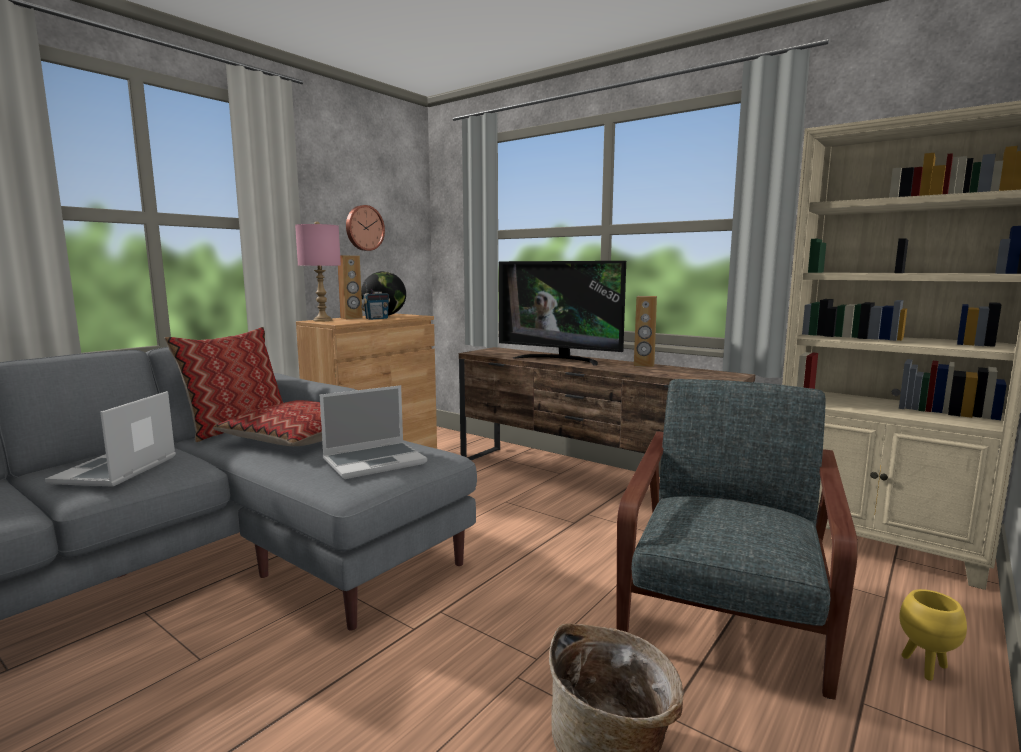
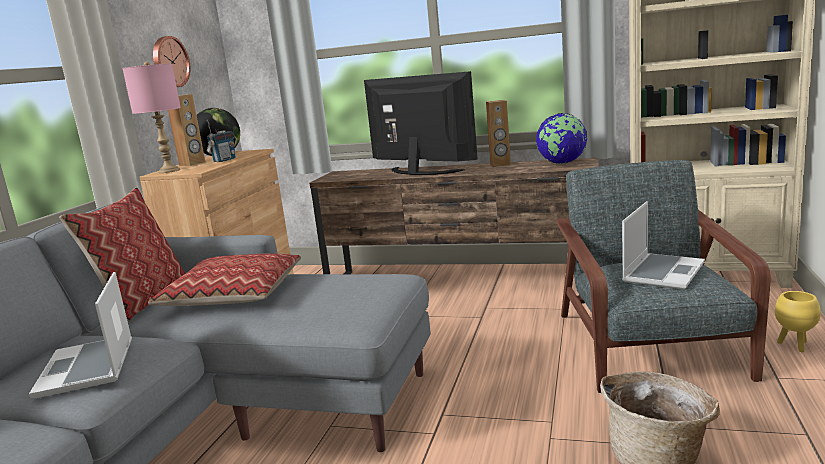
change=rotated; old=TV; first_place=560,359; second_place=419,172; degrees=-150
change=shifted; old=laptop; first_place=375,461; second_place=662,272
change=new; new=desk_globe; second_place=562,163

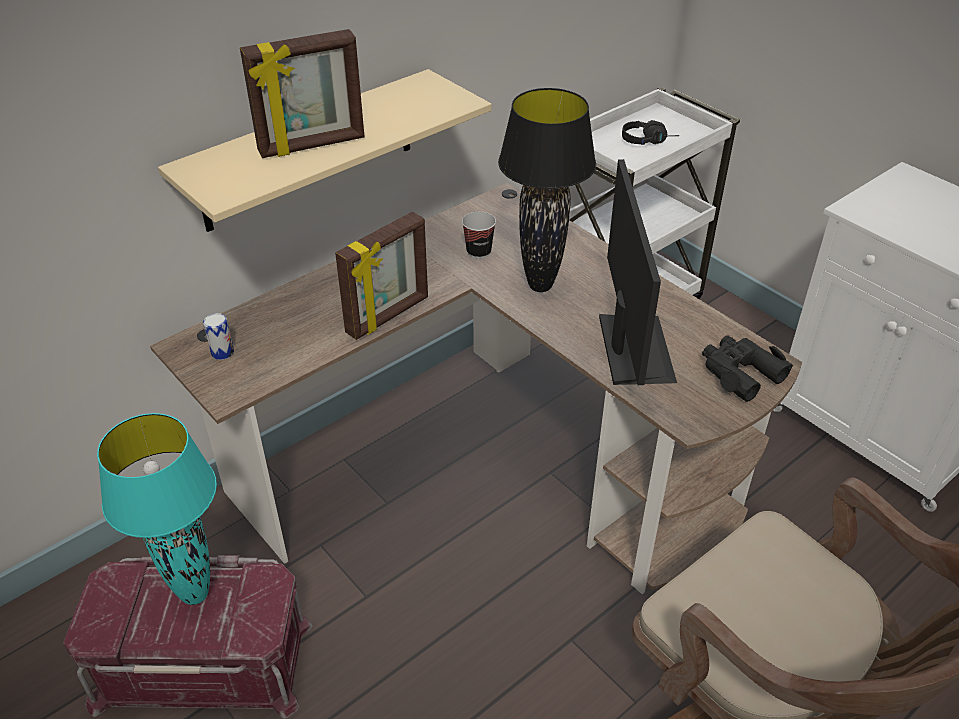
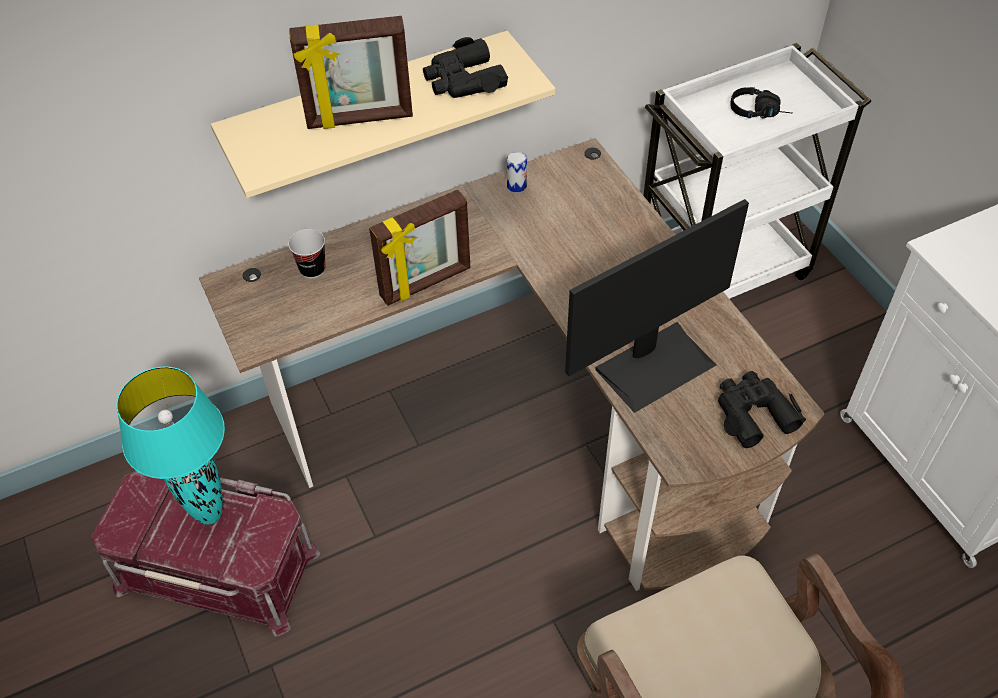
change=gone; old=black-coloured_tabletop_lamp; first_place=540,286
change=rotated; old=computer_screen; first_place=633,348; second_place=654,364; degrees=45
change=shifted; old=drinking_cup; first_place=478,252; second_place=312,269
change=shifted; old=metal_can; first_place=222,352; second_place=517,186
change=new; new=black-coloured_pair_of_binoculars; second_place=463,80

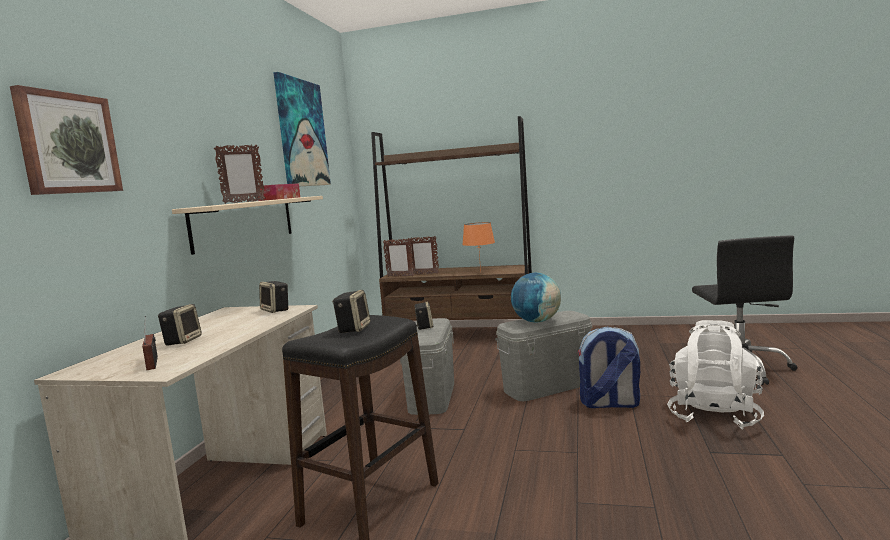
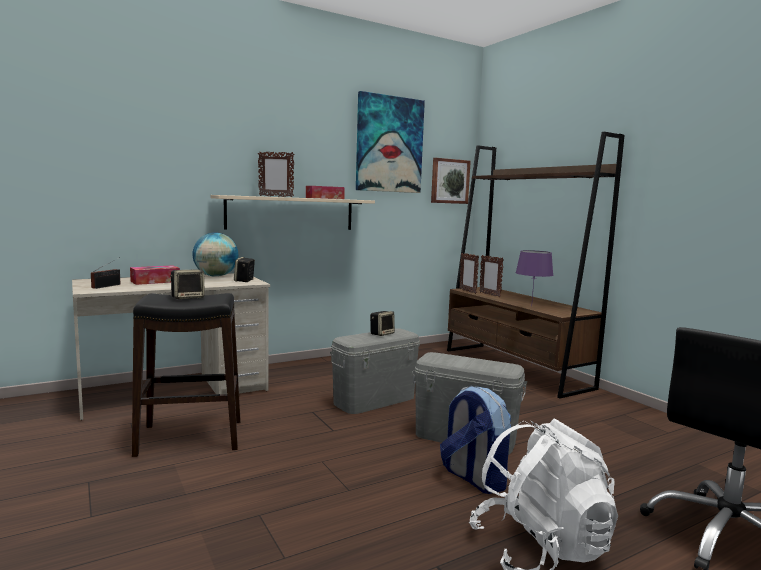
change=shifted; old=wall_picture; first_place=68,143; second_place=449,181
change=repainted; old=orange-coloured_tabletop_lamp; new=purplish_tabletop_lamp; first_place=480,272; second_place=531,306
change=shifted; old=desk_globe; first_place=537,321; second_place=216,276
change=swapped; old=audio_speaker; new=box_of_tissues; first_place=182,341; second_place=155,281

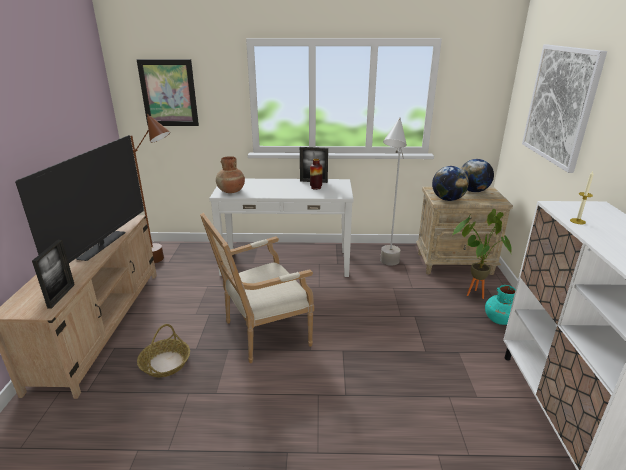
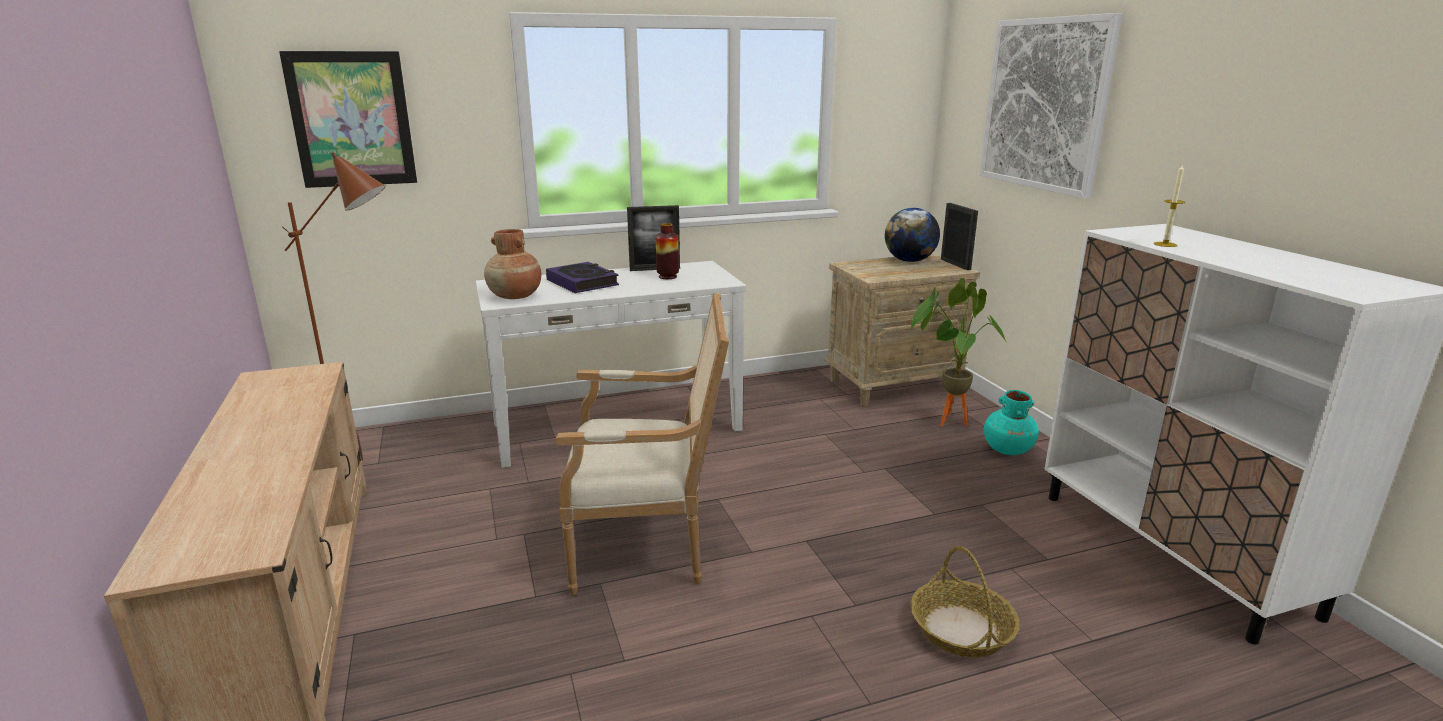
change=gone; old=grey_standing_lamp; first_place=387,268
change=gone; old=TV; first_place=102,245
change=gone; old=desk_globe; first_place=447,199
change=rotated; old=easy_chair; first_place=262,334; second_place=649,545; degrees=-135
change=shifted; old=picture_frame; first_place=61,296; second_place=955,264
change=shifted; old=basket; first_place=165,363; second_place=962,630
change=new; new=volume; second_place=582,283

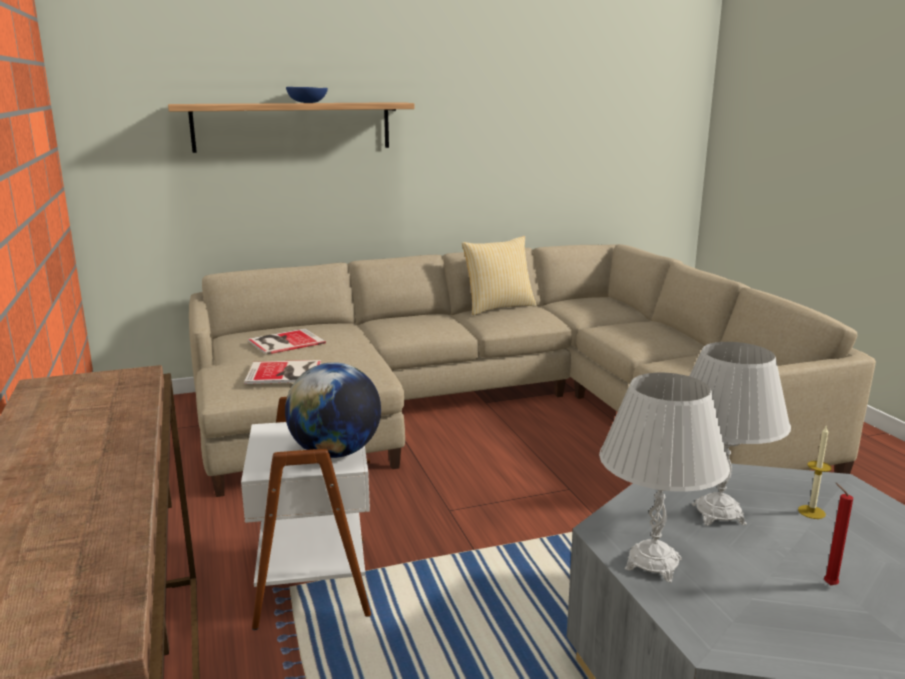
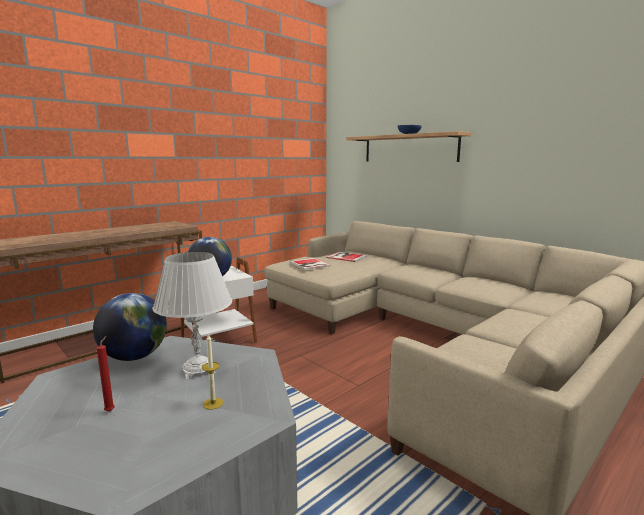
change=gone; old=throw_pillow; first_place=498,307
change=swapped; old=white_tabletop_lamp; new=desk_globe; first_place=653,564; second_place=134,357

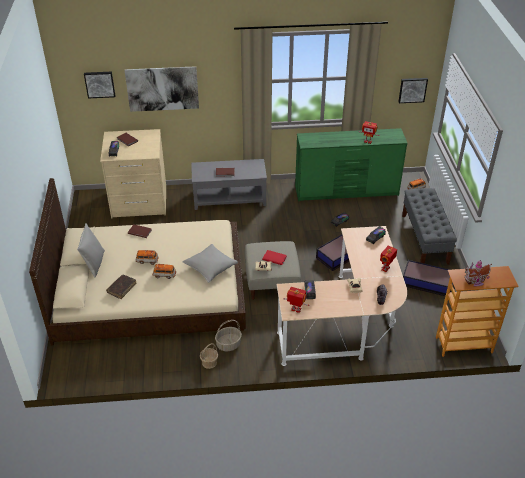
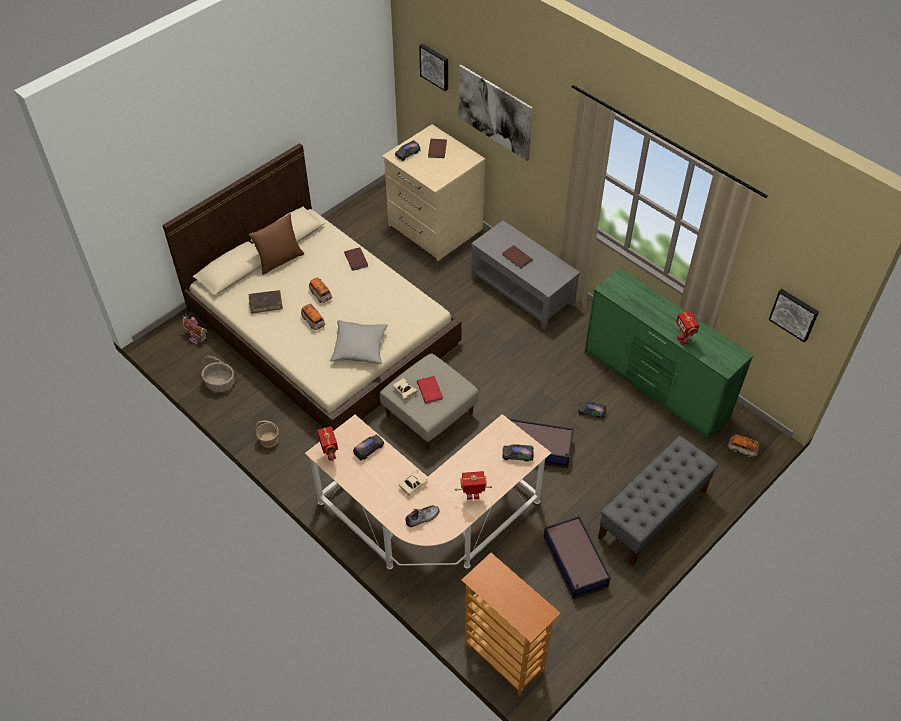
change=repainted; old=grey_throw_pillow; new=brown-coloured_throw_pillow; first_place=94,263; second_place=279,260
change=shifted; old=miniature_house; first_place=475,282; second_place=196,338
change=shifted; old=basket; first_place=228,344; second_place=220,383

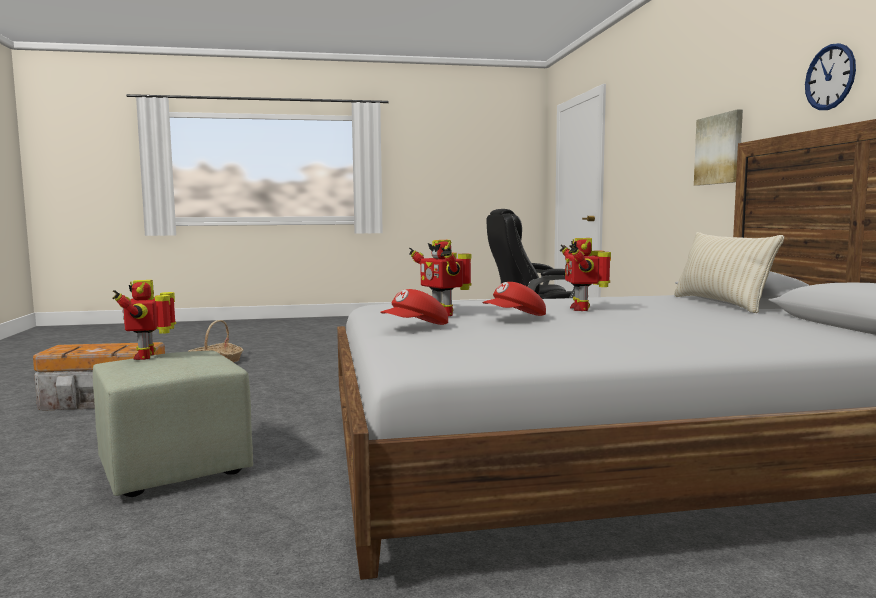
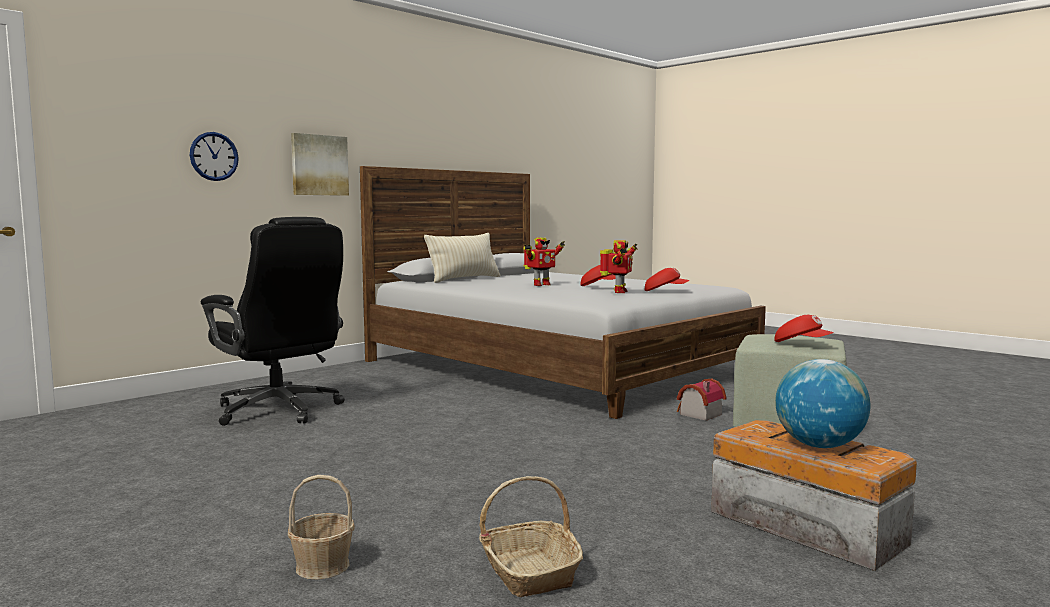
change=shifted; old=clock_on_the_wall; first_place=830,77; second_place=214,156
change=swapped; old=model_robot; new=red_peaked_cap; first_place=148,356; second_place=802,344
change=new; new=desk_globe; second_place=819,445
change=new; new=miniature_house; second_place=698,414
change=new; new=basket; second_place=322,566

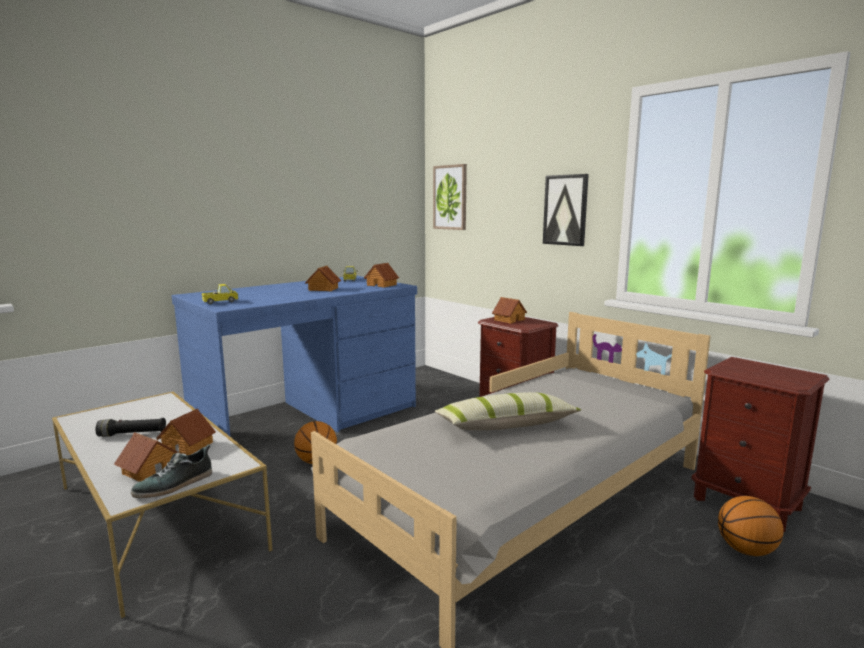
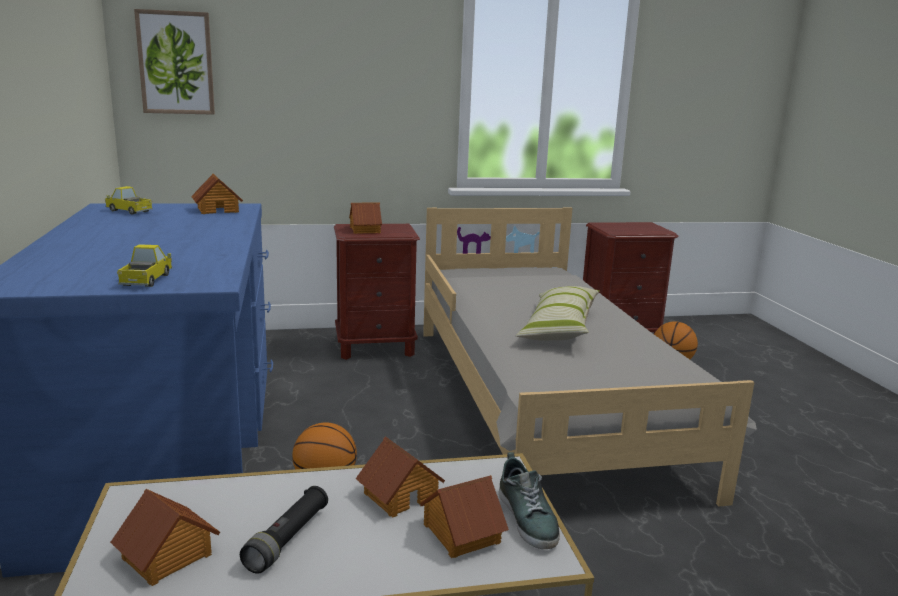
change=gone; old=wall_picture; first_place=565,210
change=shifted; old=miniature_house; first_place=323,289; second_place=167,556

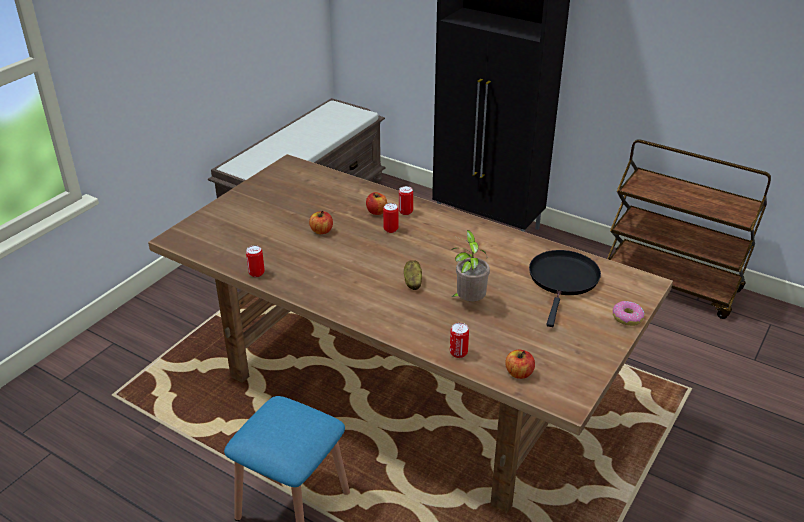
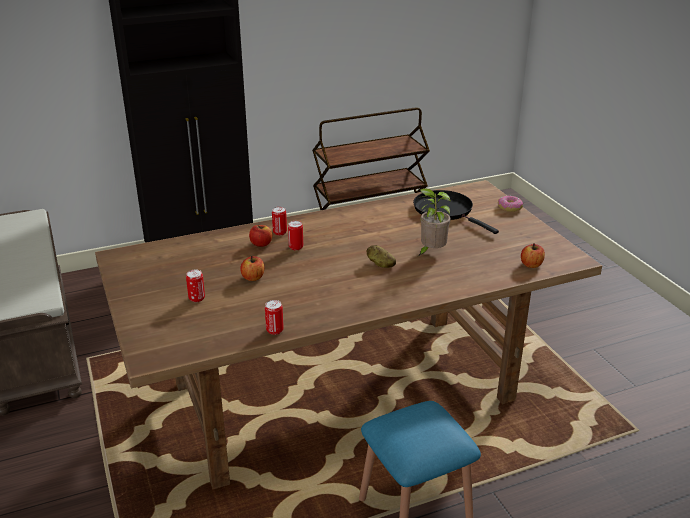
change=shifted; old=metal_can; first_place=458,353; second_place=197,298

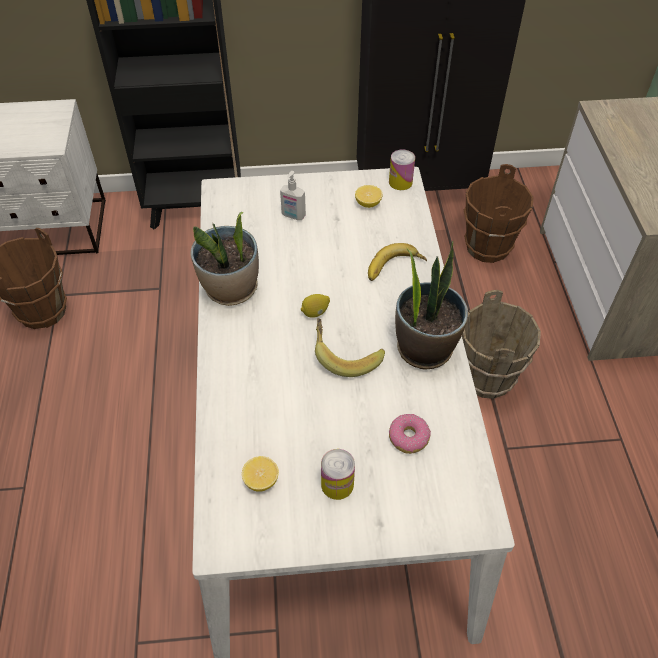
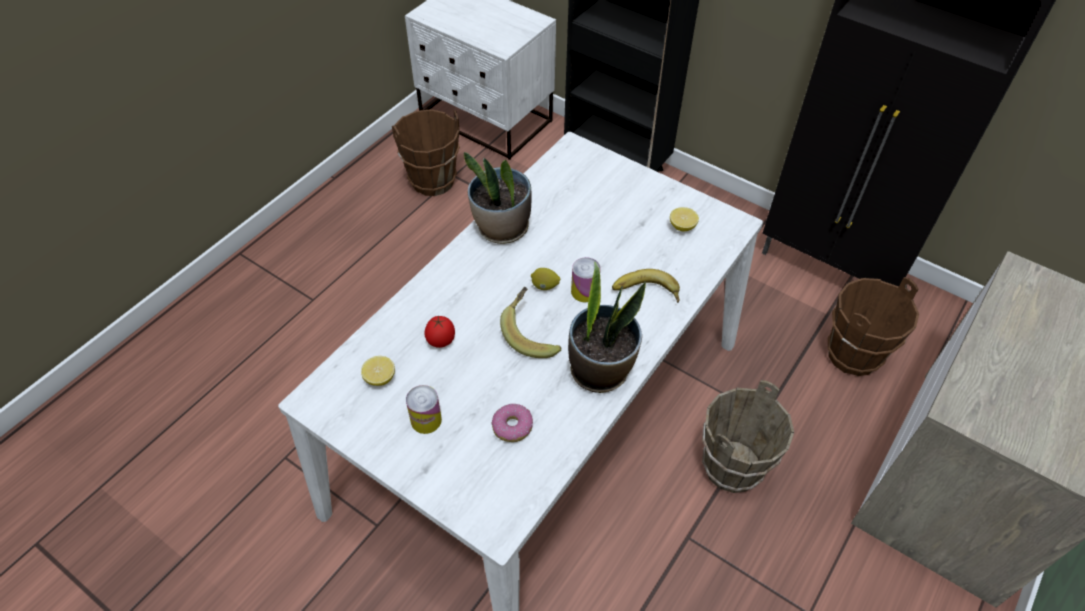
change=shifted; old=metal_can; first_place=400,182; second_place=584,291
change=gone; old=soap_bottle; first_place=293,216
change=new; new=whole_tomato; second_place=440,341

